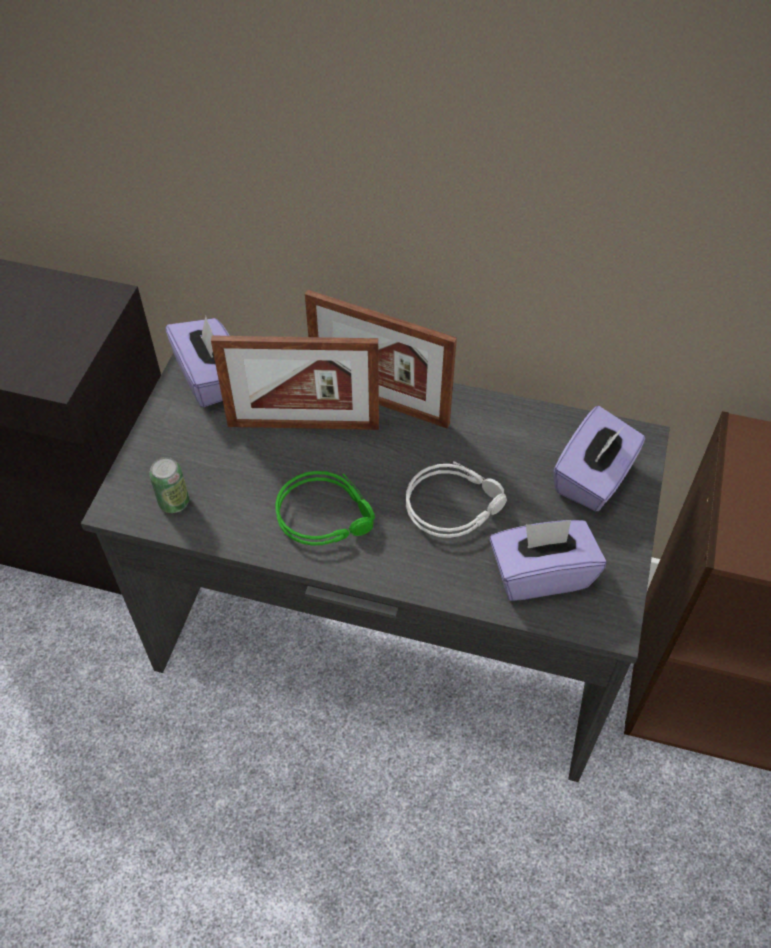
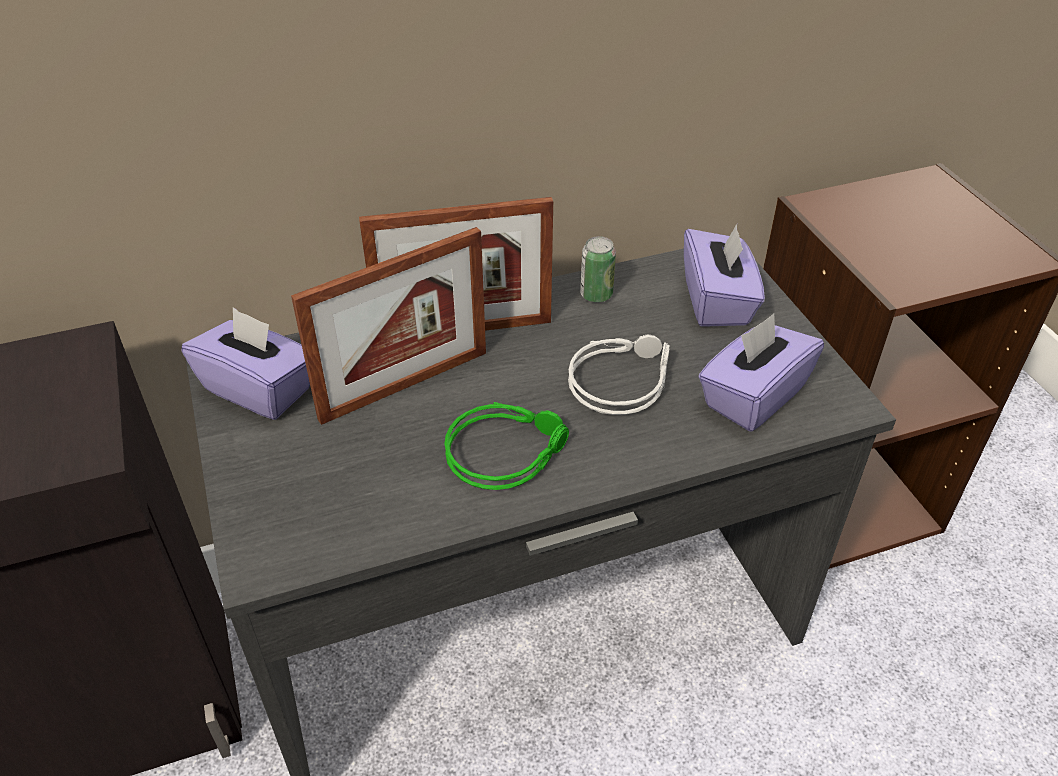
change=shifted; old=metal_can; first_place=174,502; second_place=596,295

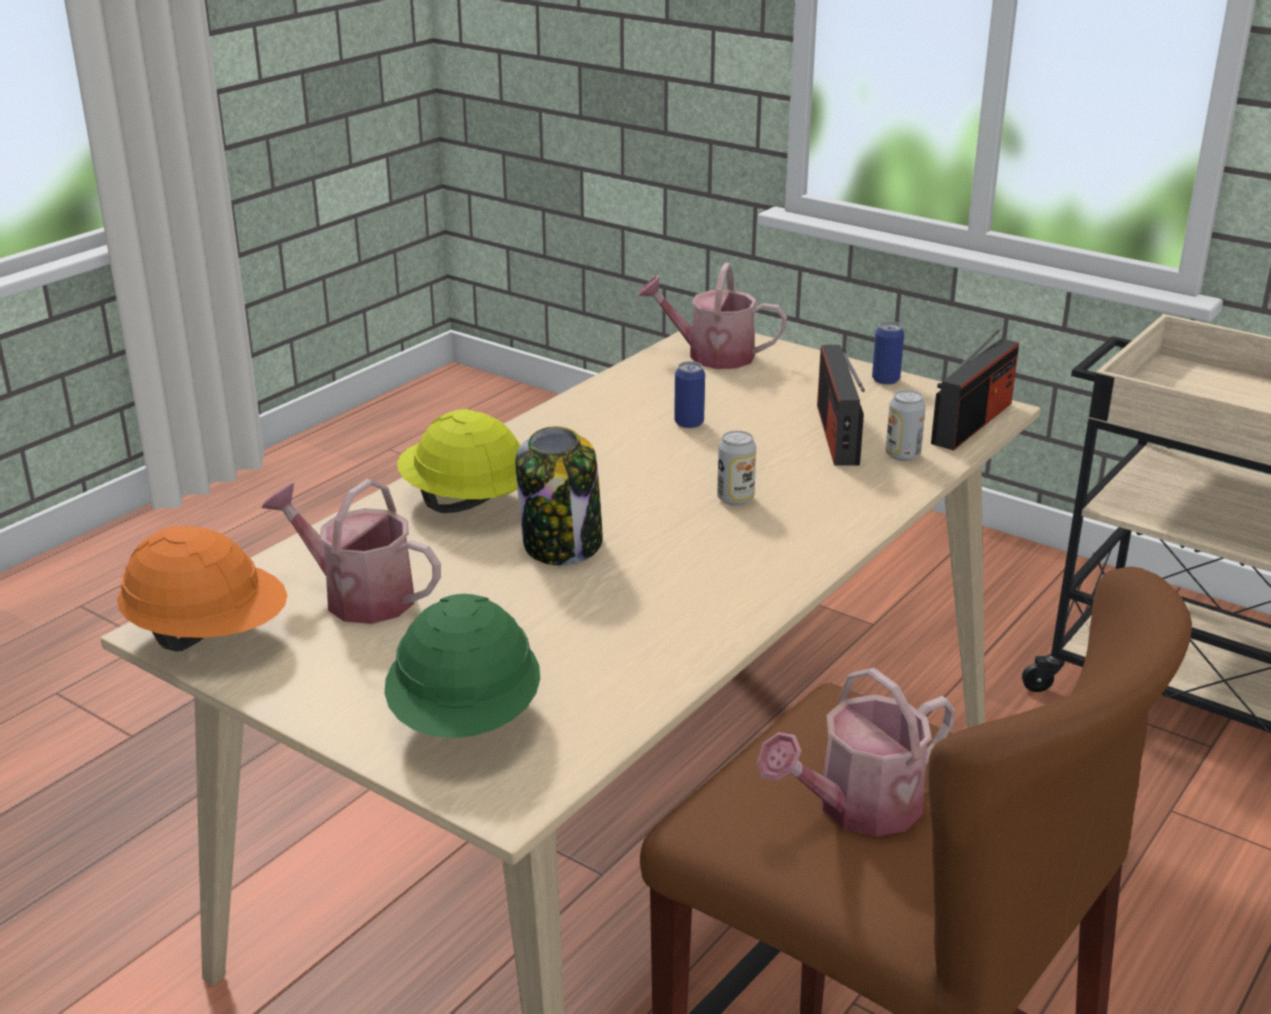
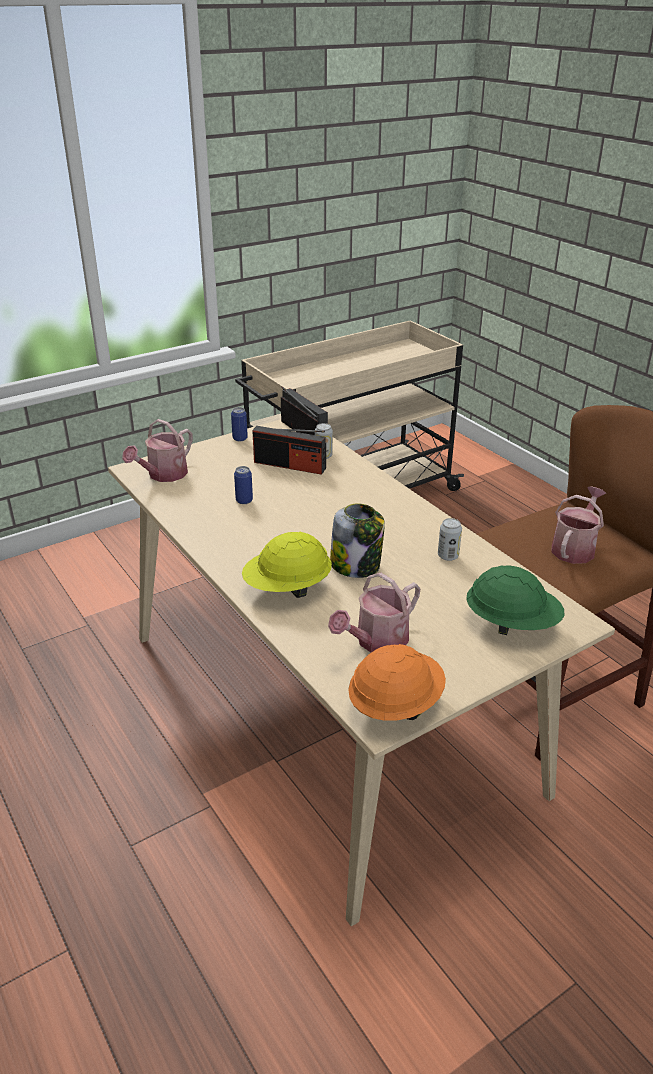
change=shifted; old=metal_can; first_place=735,499; second_place=448,556
change=rotated; old=sprinkling_can; first_place=857,808; second_place=575,548; degrees=-135

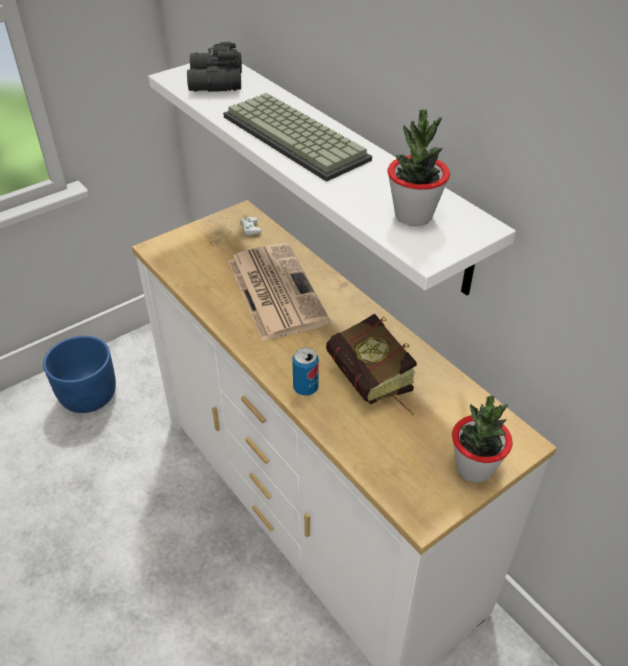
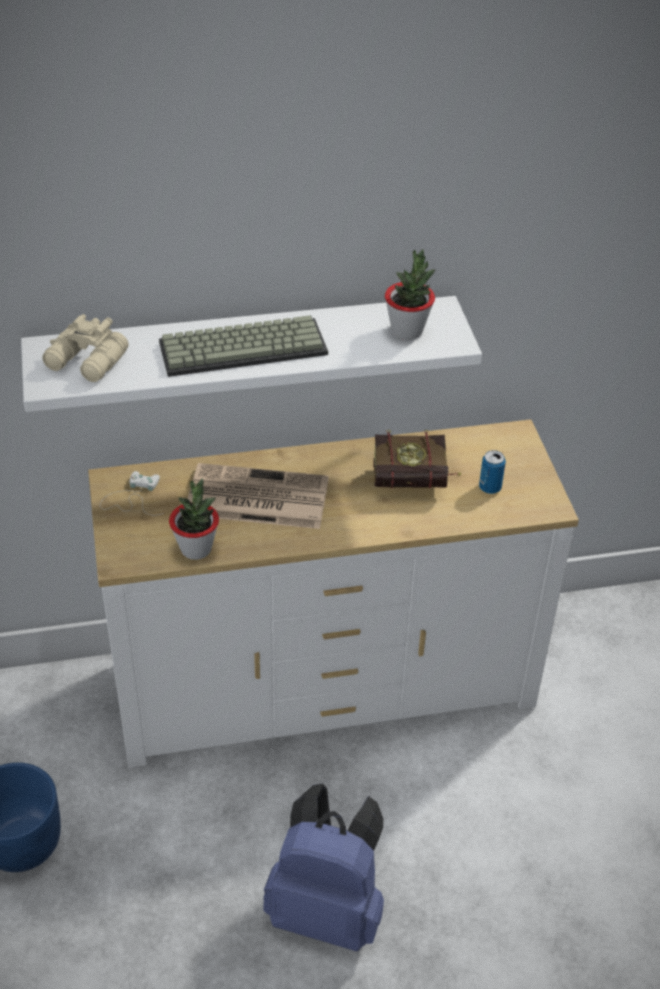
change=repainted; old=black-coloured_pair_of_binoculars; new=sand-coloured_pair_of_binoculars; first_place=214,82; second_place=87,362
change=shifted; old=metal_can; first_place=305,388; second_place=490,487
change=shifted; old=houseplant; first_place=474,468; second_place=196,549
change=new; new=blue-coloured_backpack; second_place=328,910

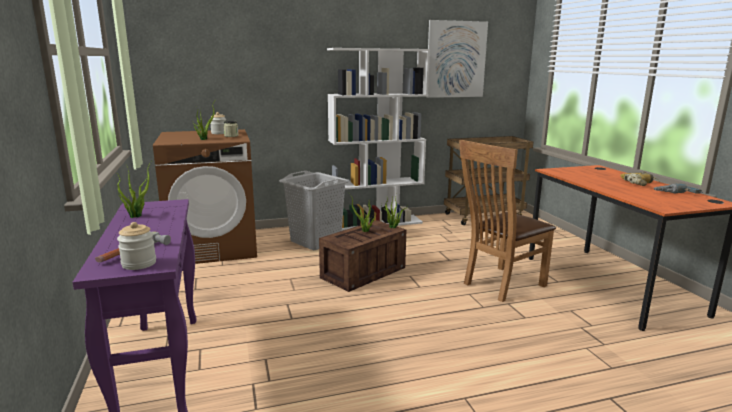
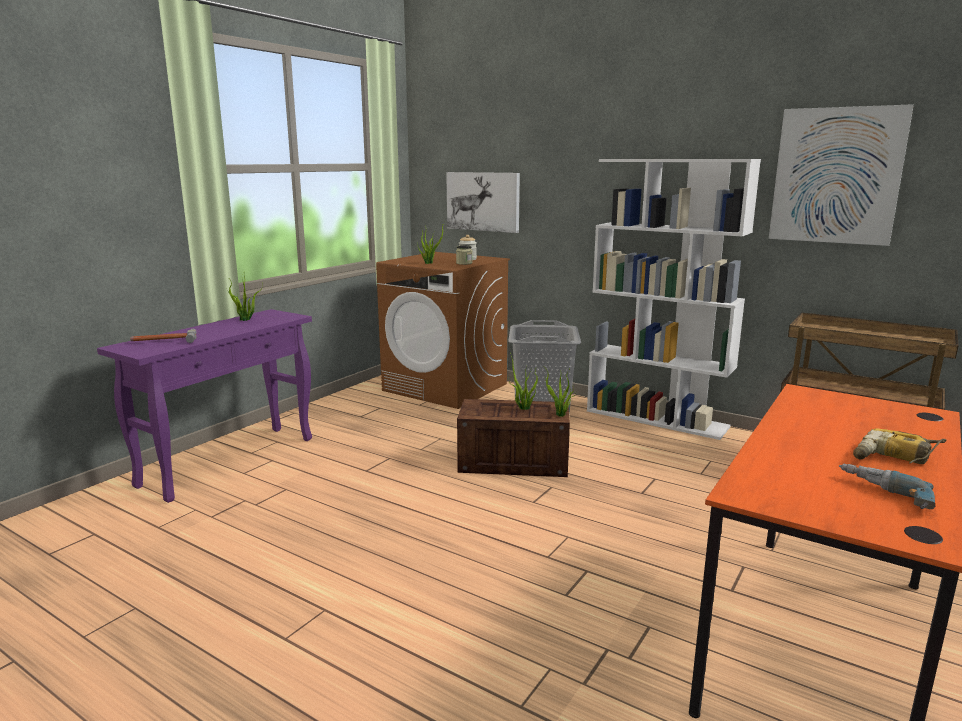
change=gone; old=brown-coloured_chair; first_place=500,285
change=gone; old=preserve_jar; first_place=139,264
change=new; new=wall_picture; second_place=483,201

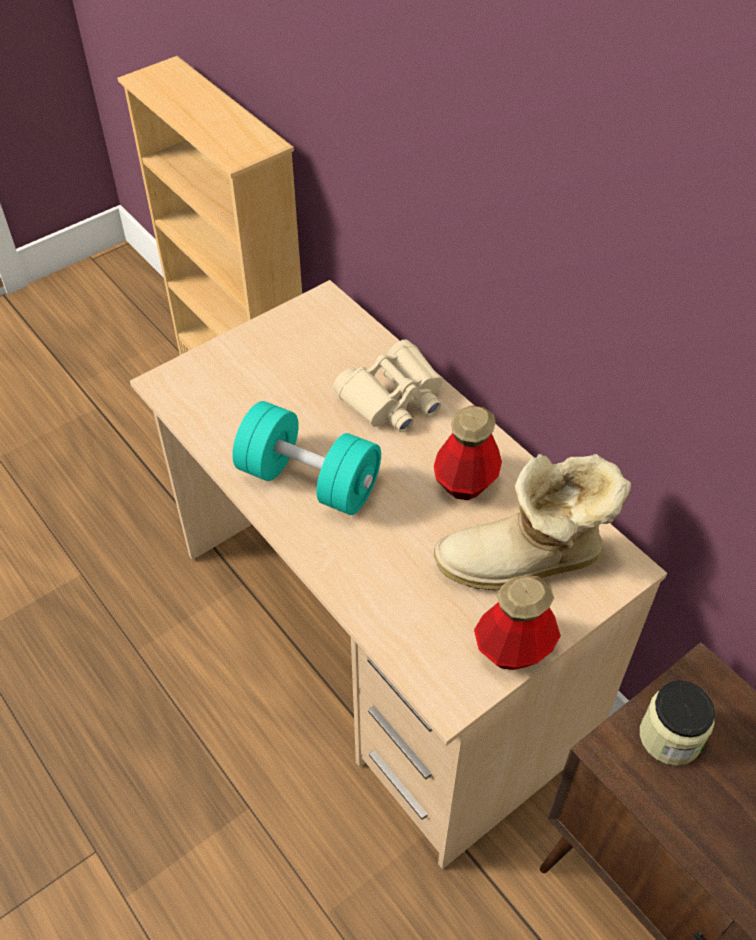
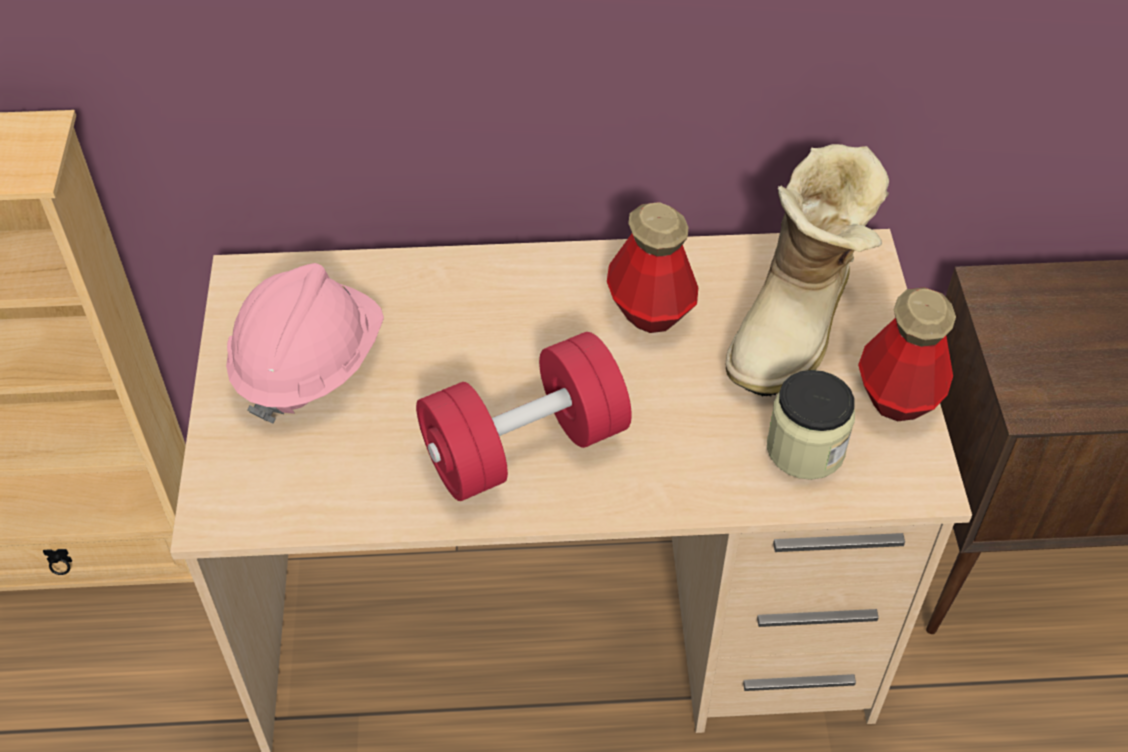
change=gone; old=sand-coloured_pair_of_binoculars; first_place=393,398
change=repainted; old=blue-green_hand_weight; new=red_hand_weight; first_place=309,480; second_place=525,447
change=shifted; old=preserve_jar; first_place=670,737; second_place=805,449
change=new; new=pink_hard_hat; second_place=309,365

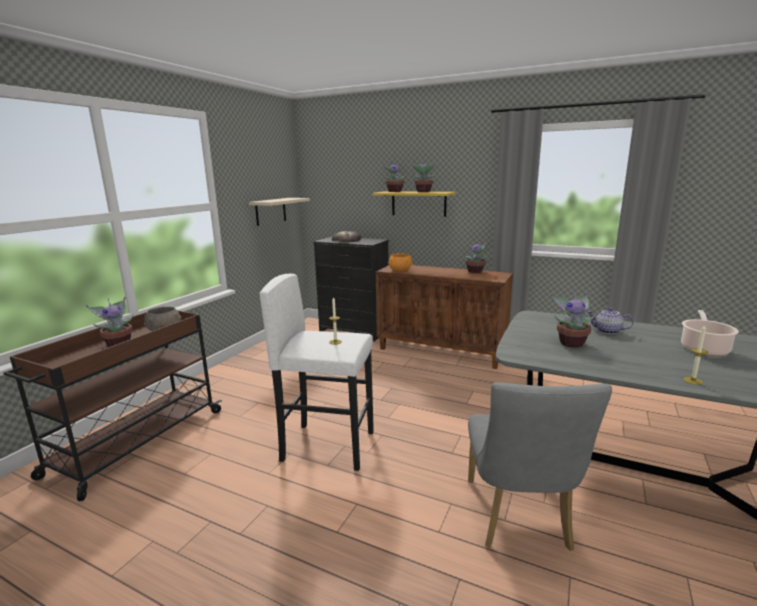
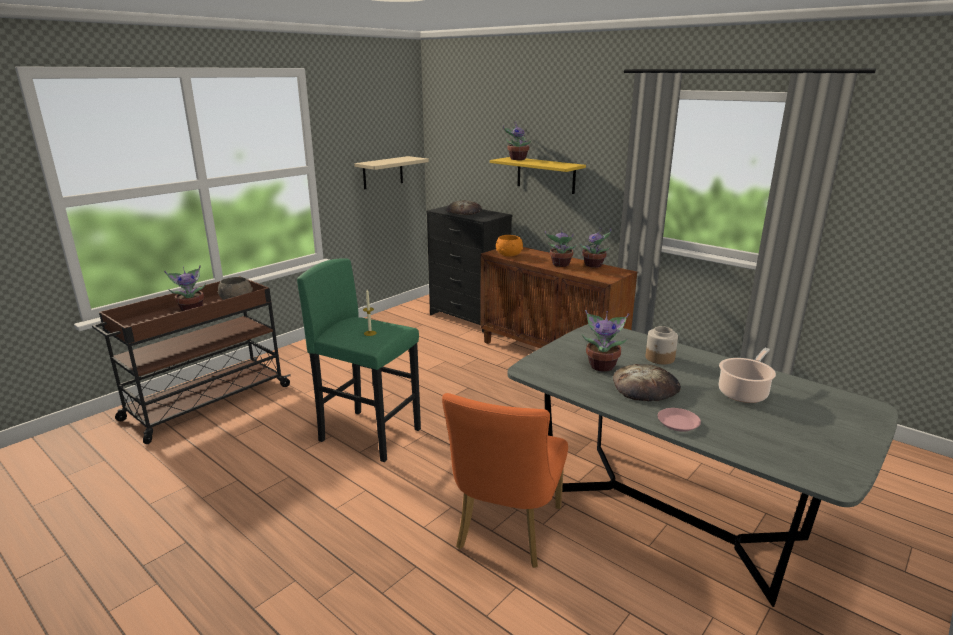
change=shifted; old=houseplant; first_place=423,192; second_place=560,265
change=repainted; old=white_stool; new=green-coloured_stool; first_place=328,445; second_place=370,434
change=swapped; old=teapot; new=preserve_jar; first_place=607,331; second_place=660,358
change=swapped; old=wax_candle; new=pink_plate; first_place=693,381; second_place=678,423
change=repainted; old=grey_chair; new=orange-coloured_chair; first_place=519,519; second_place=506,533
change=new; new=bread; second_place=645,387

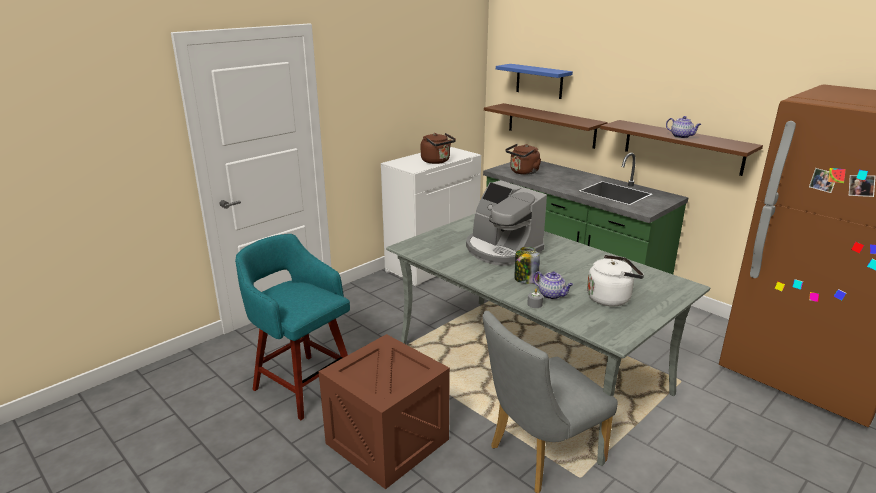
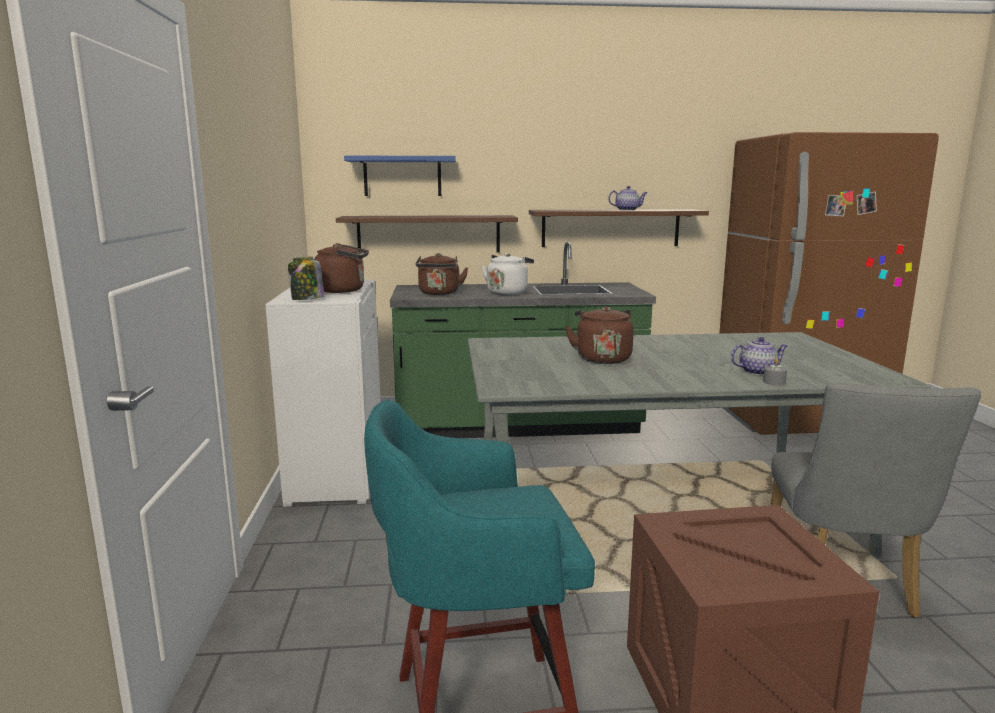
change=swapped; old=coffee_maker; new=brown-coloured_kettle; first_place=501,250; second_place=602,358
change=shifted; old=preserve_jar; first_place=525,279; second_place=307,299
change=shifted; old=white_kettle; first_place=611,298; second_place=508,292

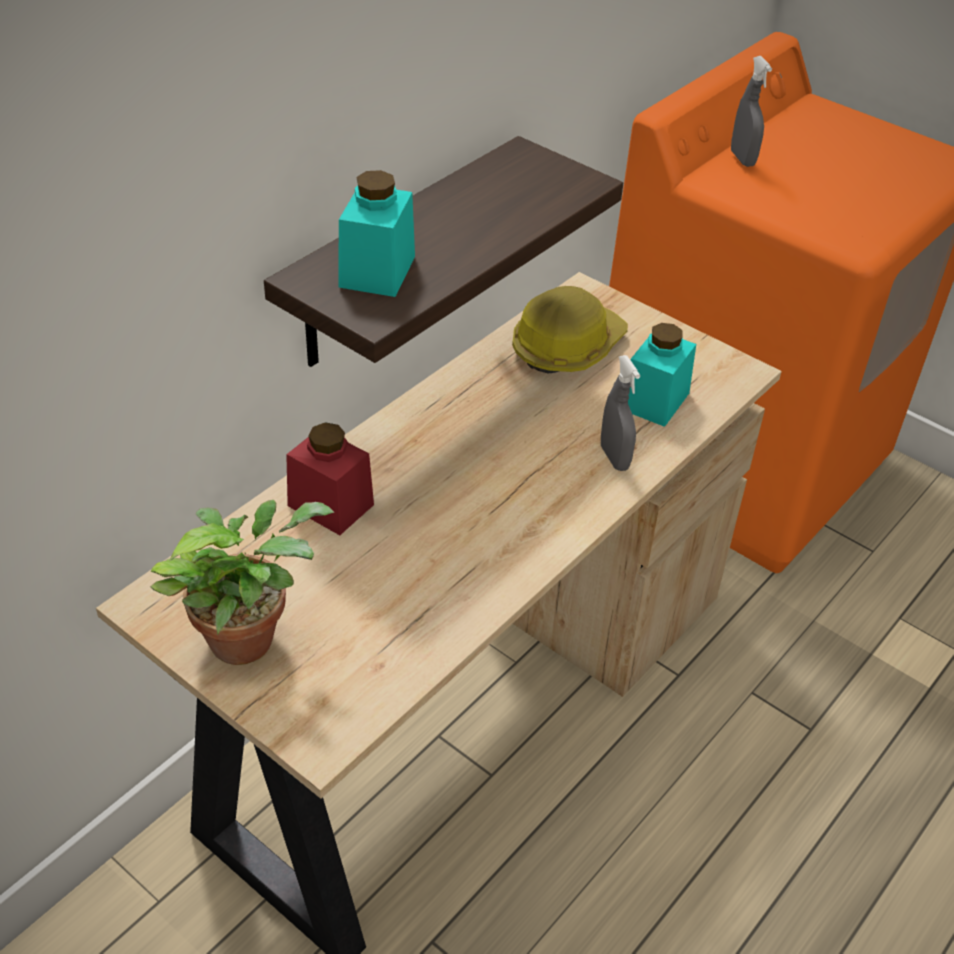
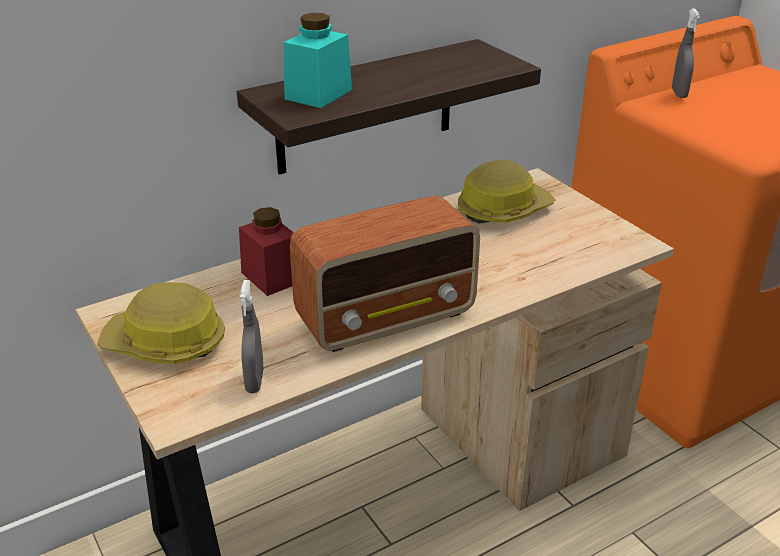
change=gone; old=blue-green_preserve_jar; first_place=655,401
change=shifted; old=grey_hand_sprayer; first_place=614,458; second_place=254,381
change=swapped; old=houseplant; new=hard_hat; first_place=249,635; second_place=166,344
change=new; new=radio_receiver; second_place=388,318

